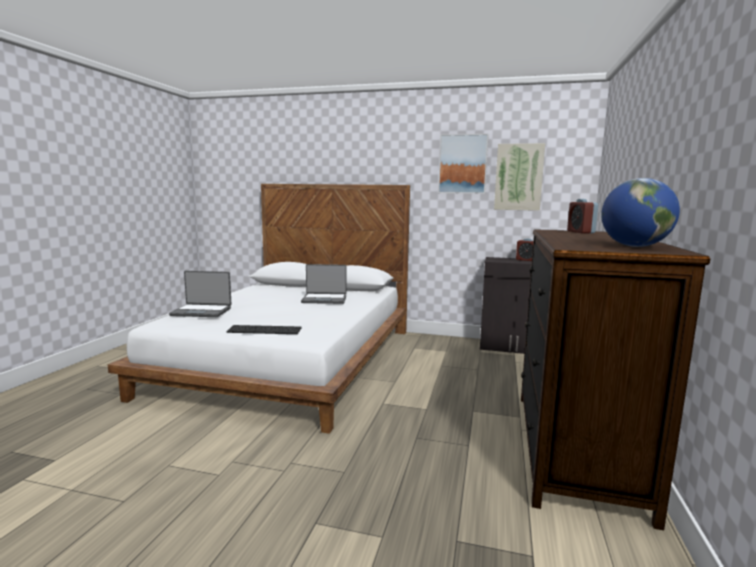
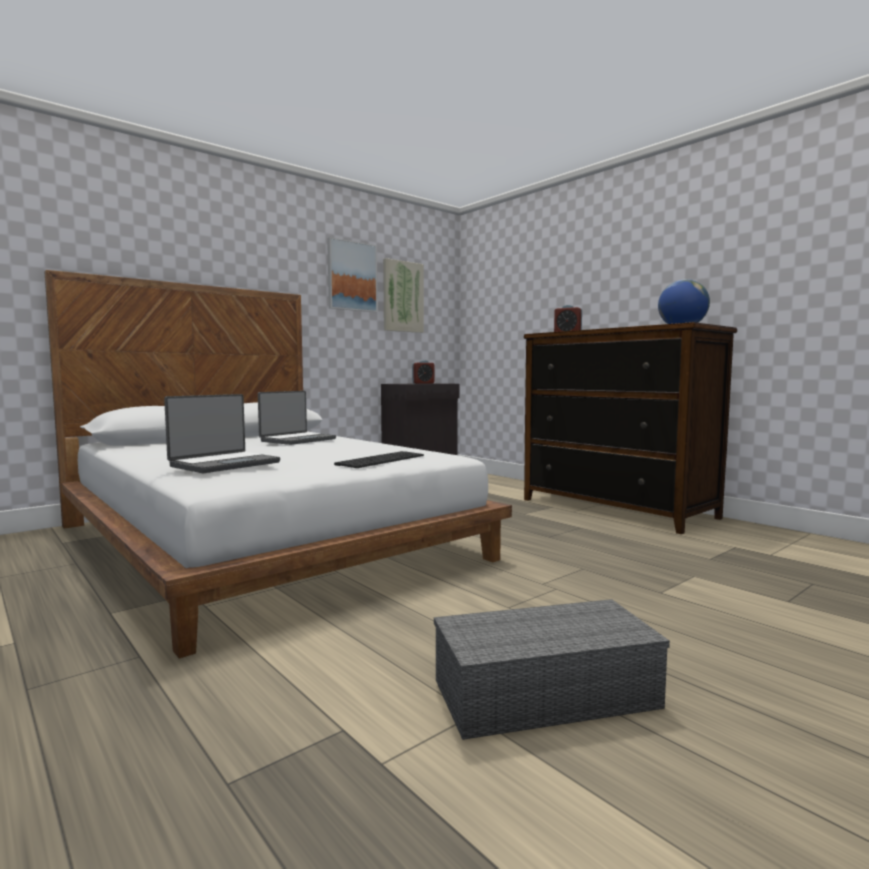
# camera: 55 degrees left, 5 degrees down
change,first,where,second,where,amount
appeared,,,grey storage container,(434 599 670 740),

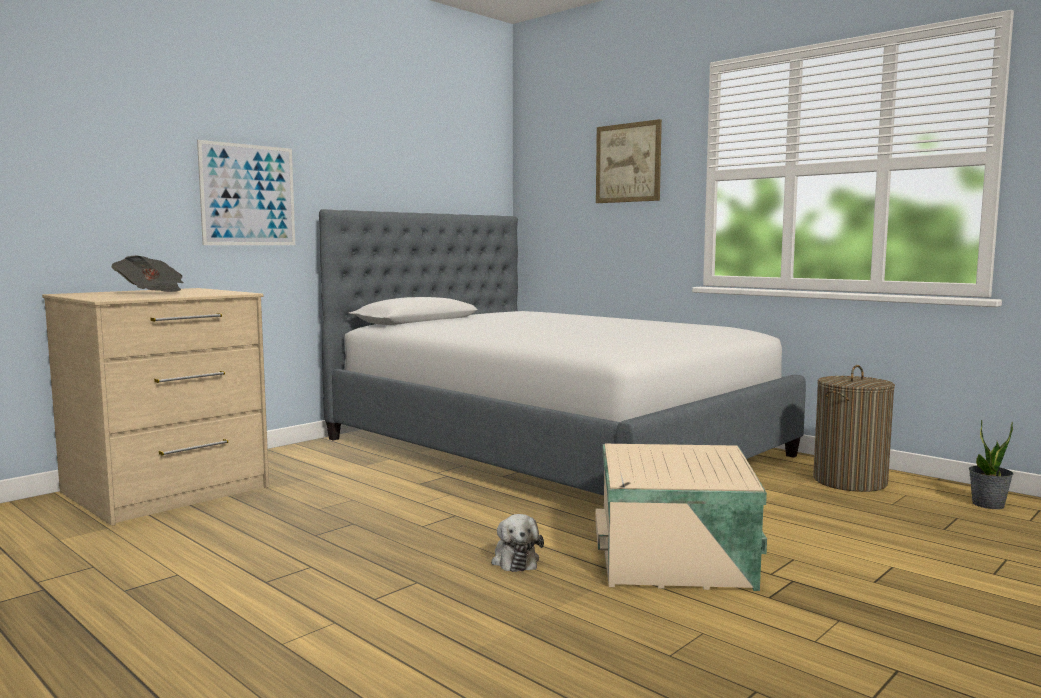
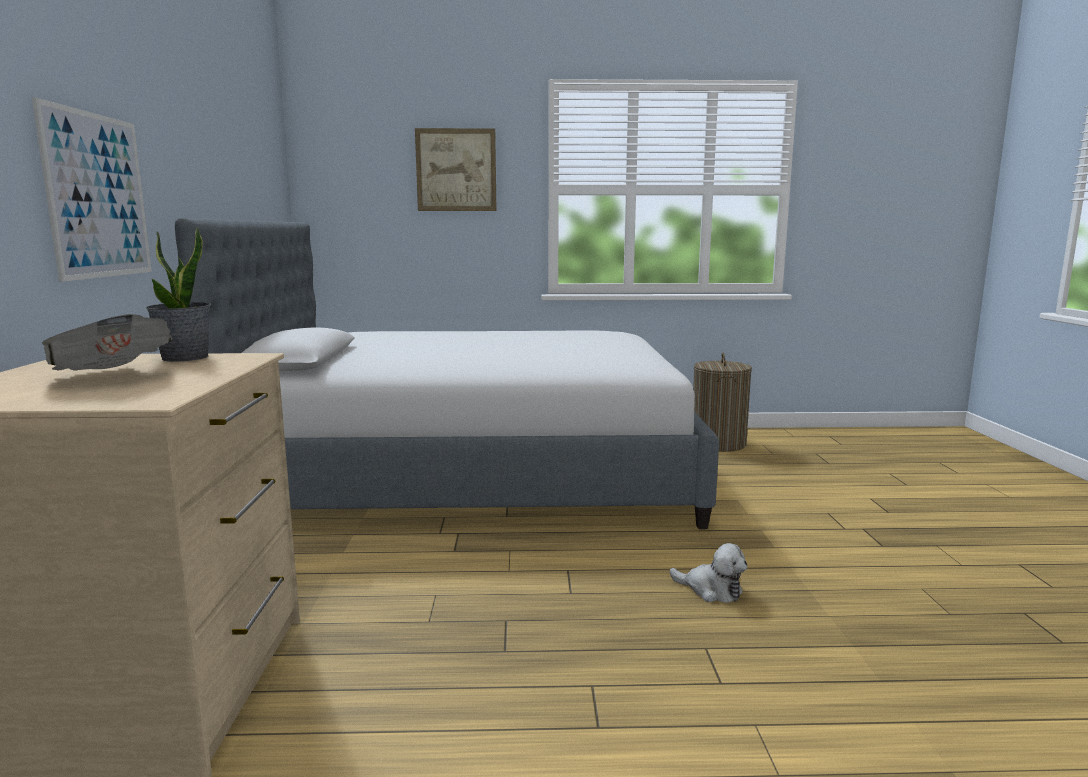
# camera: 45 degrees left, 5 degrees up
change,first,where,second,where,amount
missing,beige storage container,(595 444 767 591),,,
relocated,potted plant,(969 420 1014 509),,(146 227 211 362),

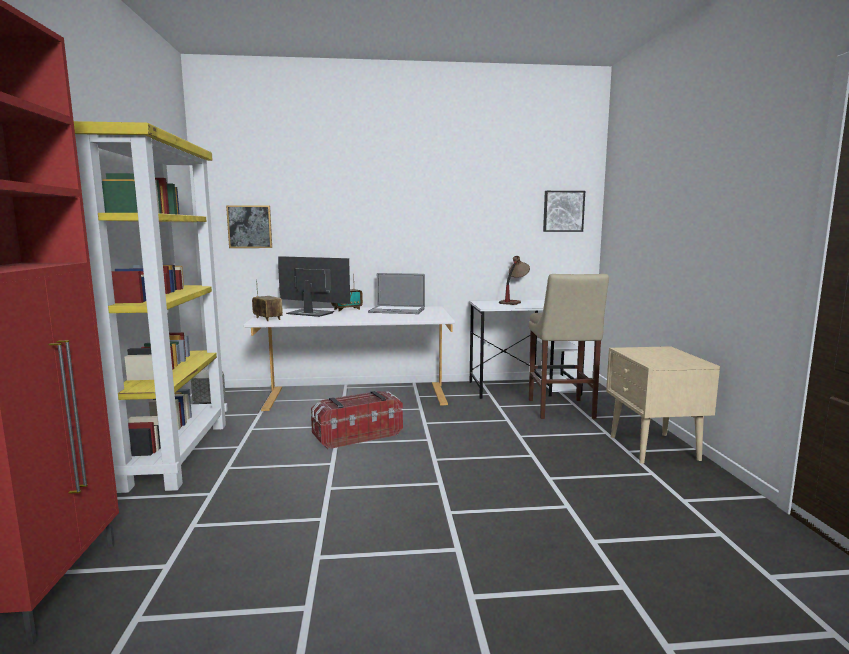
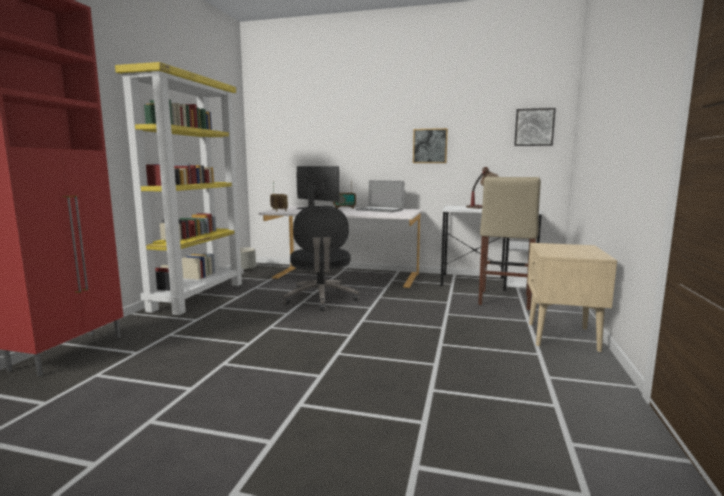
# camera: 20 degrees right, 0 degrees up
change,first,where,second,where,amount
relocated,picture,(226 205 272 248),,(413 128 448 163),
exchanged,storage container,(311 391 403 449),black desk chair,(283 206 359 311),

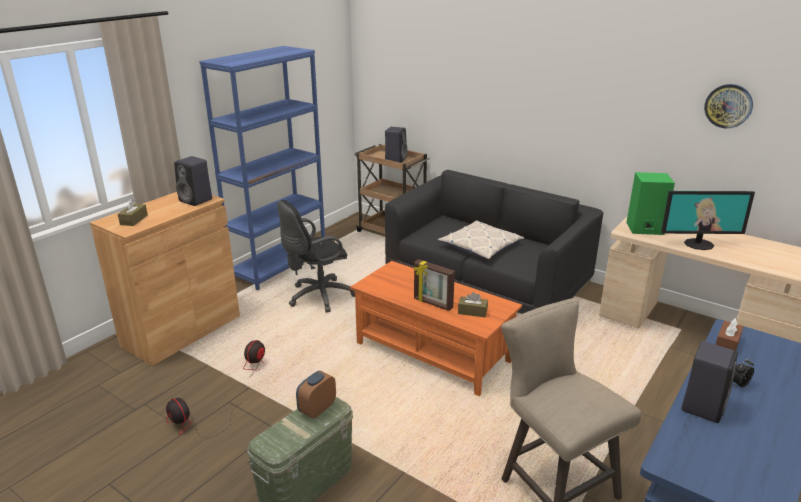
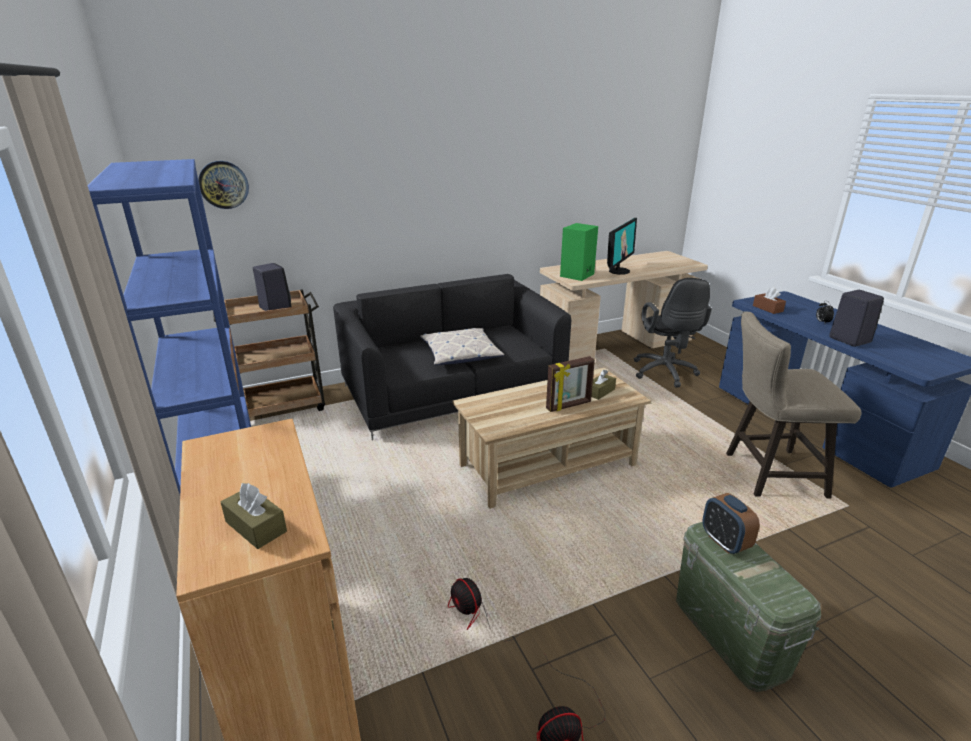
# camera: 60 degrees left, 0 degrees up
change,first,where,second,where,amount
missing,black audio speaker,(174 156 212 206),,,
relocated,black desk chair,(277 200 355 313),,(634 278 712 387),
colour,orange low table,(350 261 522 396),beige low table,(453 368 651 509),
relocated,hanging clock,(704 84 753 128),,(198 161 249 209),

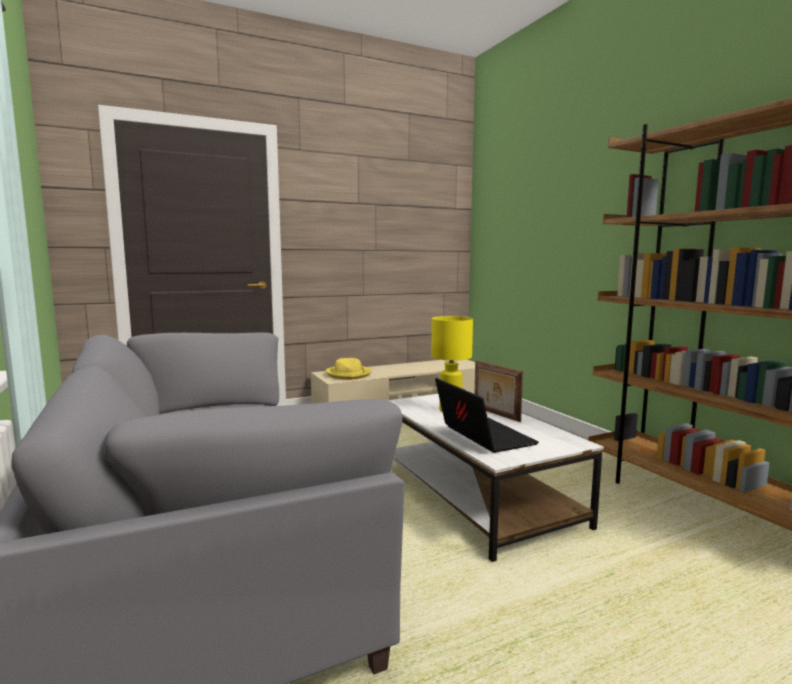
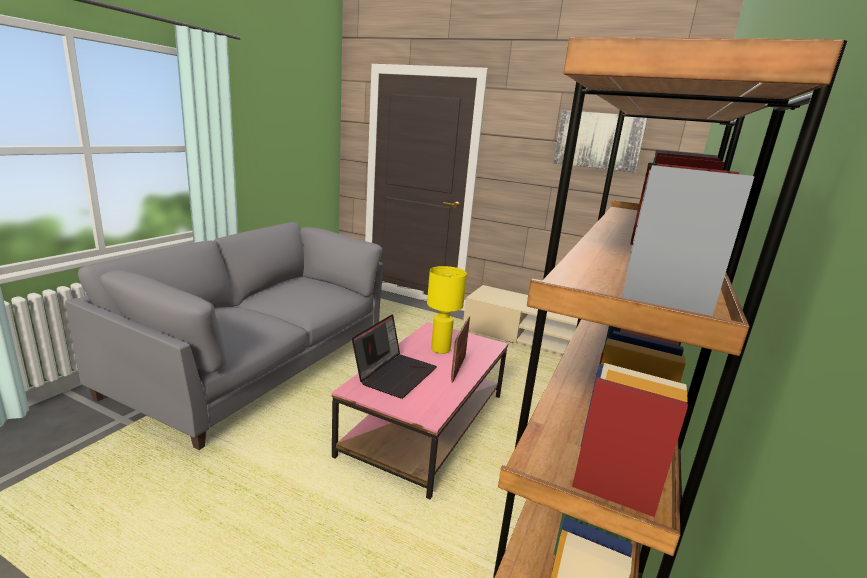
# camera: 50 degrees right, 10 degrees up
change,first,where,second,where,amount
missing,yellow-coloured hat,(325 358 371 380),,,
colour,whitish low table,(387 391 604 562),pink low table,(331 322 508 499),
appeared,,,picture,(554 110 648 172),

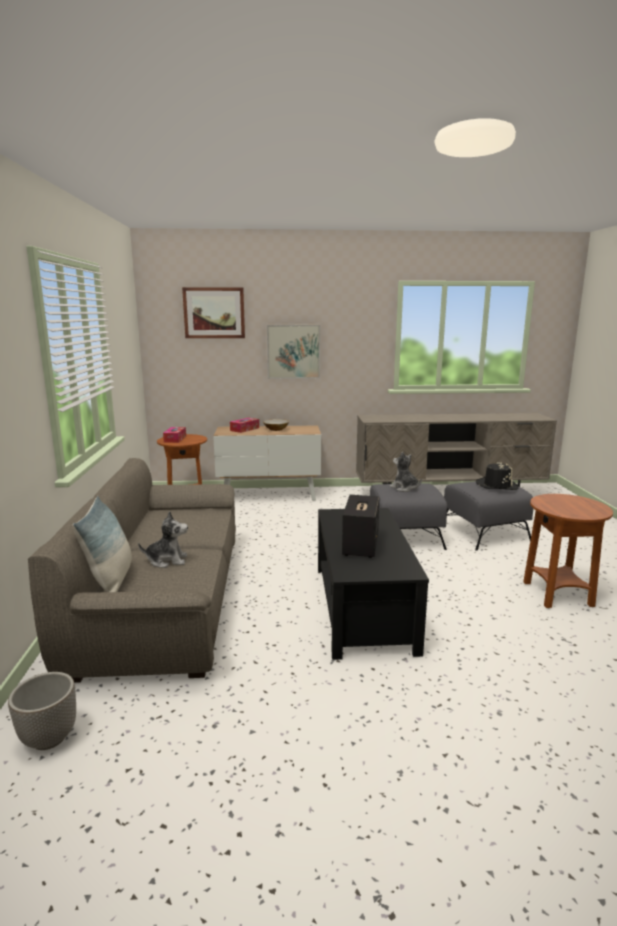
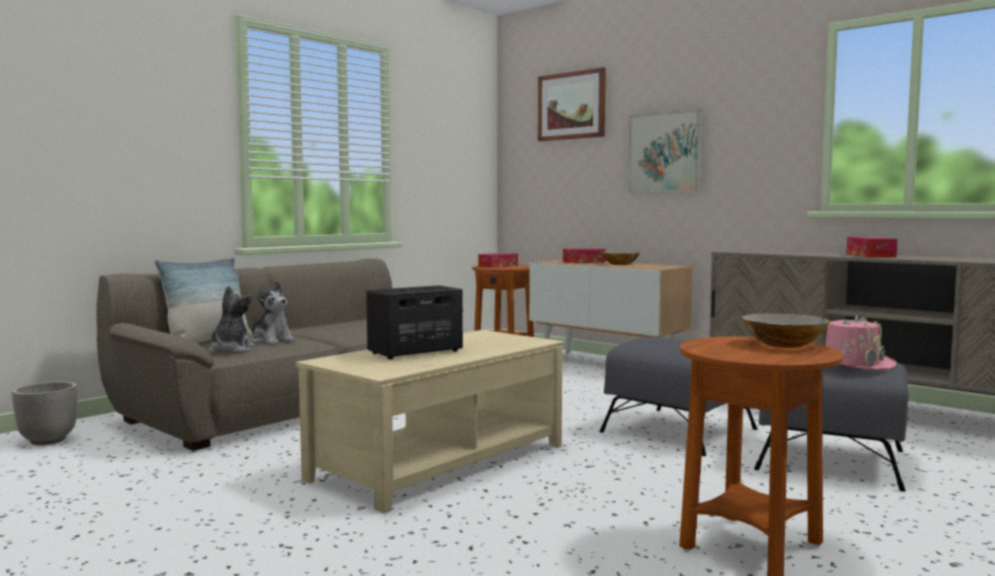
# camera: 45 degrees right, 10 degrees down
change,first,where,second,where,amount
colour,black low table,(318 508 429 660),beige low table,(296 330 564 513),
relocated,plush toy,(390 451 422 492),,(209 286 254 353),
colour,black hat,(476 462 519 490),pink hat,(825 314 897 370),
appeared,,,bowl,(741 313 830 348),
appeared,,,box of tissues,(846 237 897 258),

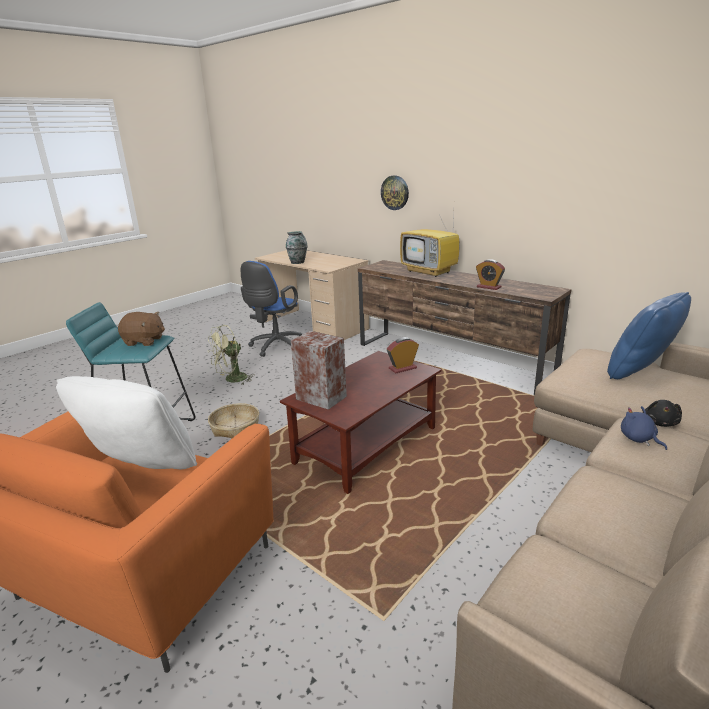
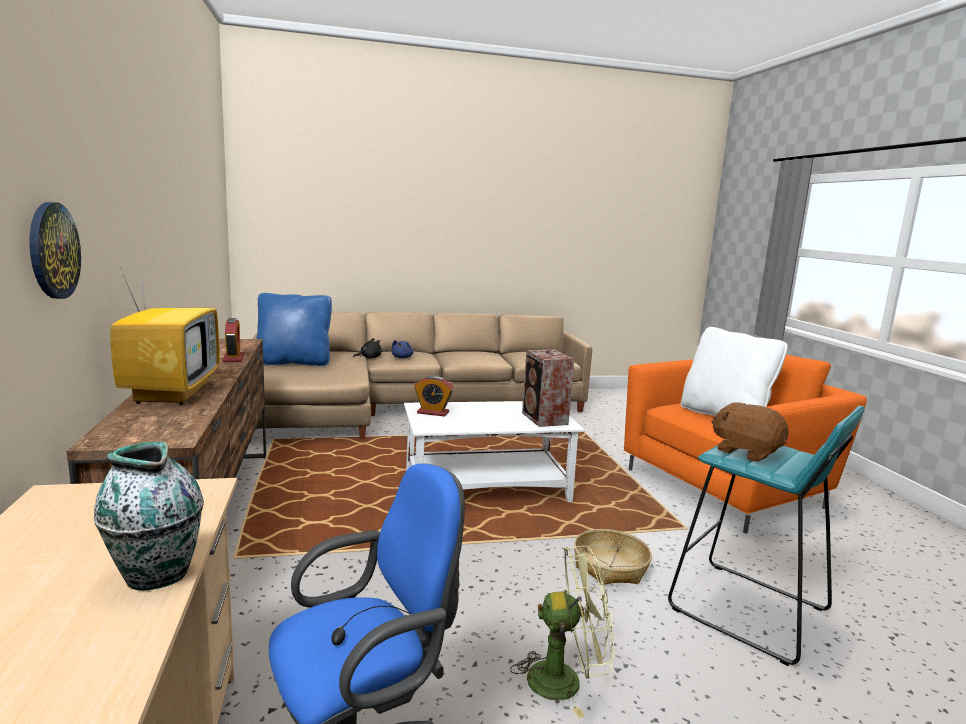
# camera: 145 degrees left, 10 degrees down
change,first,where,second,where,amount
colour,brown low table,(280 351 442 494),whitish low table,(404 401 584 502),

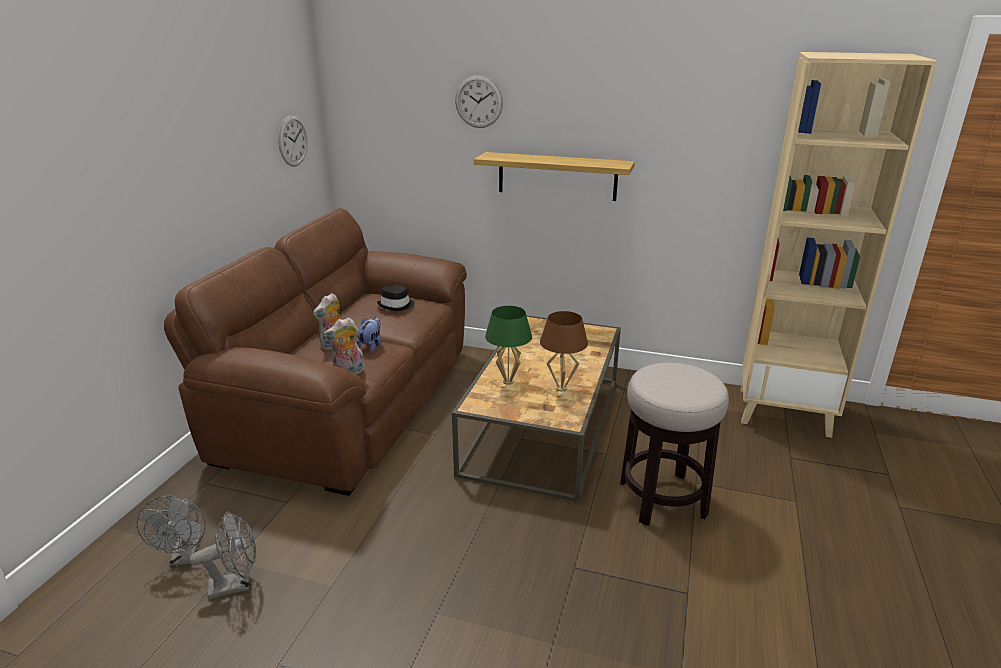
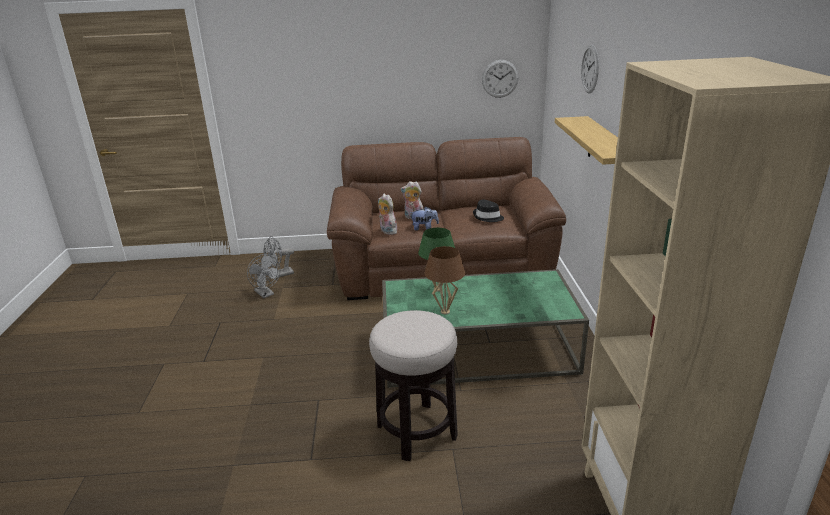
# camera: 70 degrees right, 0 degrees up
change,first,where,second,where,amount
colour,brown low table,(452 316 621 502),green low table,(382 269 589 388),

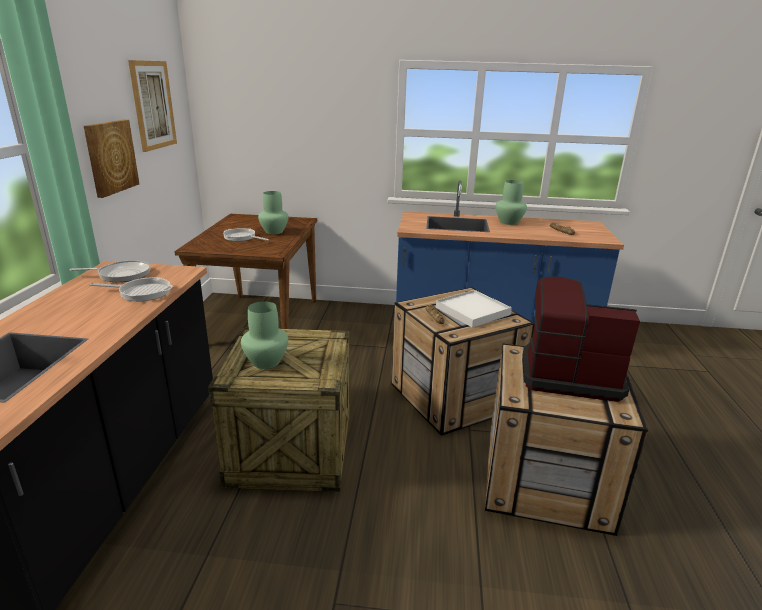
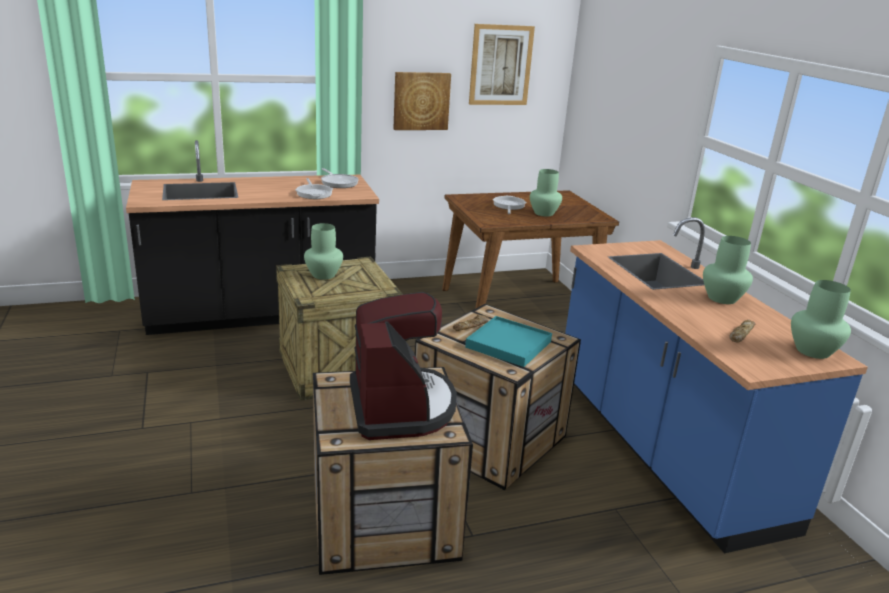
# camera: 65 degrees right, 0 degrees up
change,first,where,second,where,amount
colour,whitish serving tray,(436 290 512 327),turquoise serving tray,(465 316 552 367),
appeared,,,green decorative vase,(791 280 851 359),

